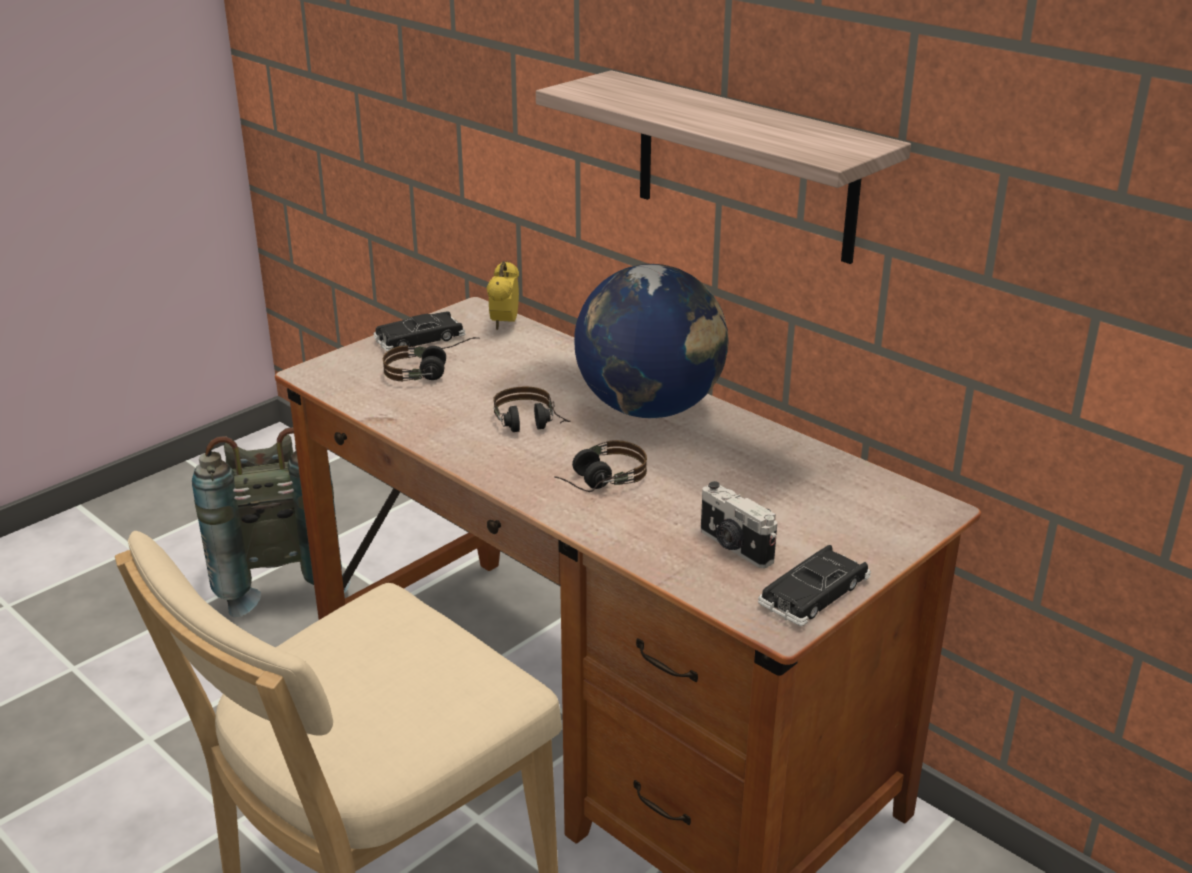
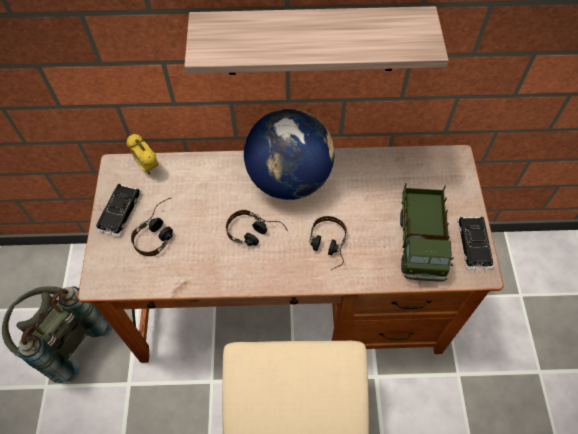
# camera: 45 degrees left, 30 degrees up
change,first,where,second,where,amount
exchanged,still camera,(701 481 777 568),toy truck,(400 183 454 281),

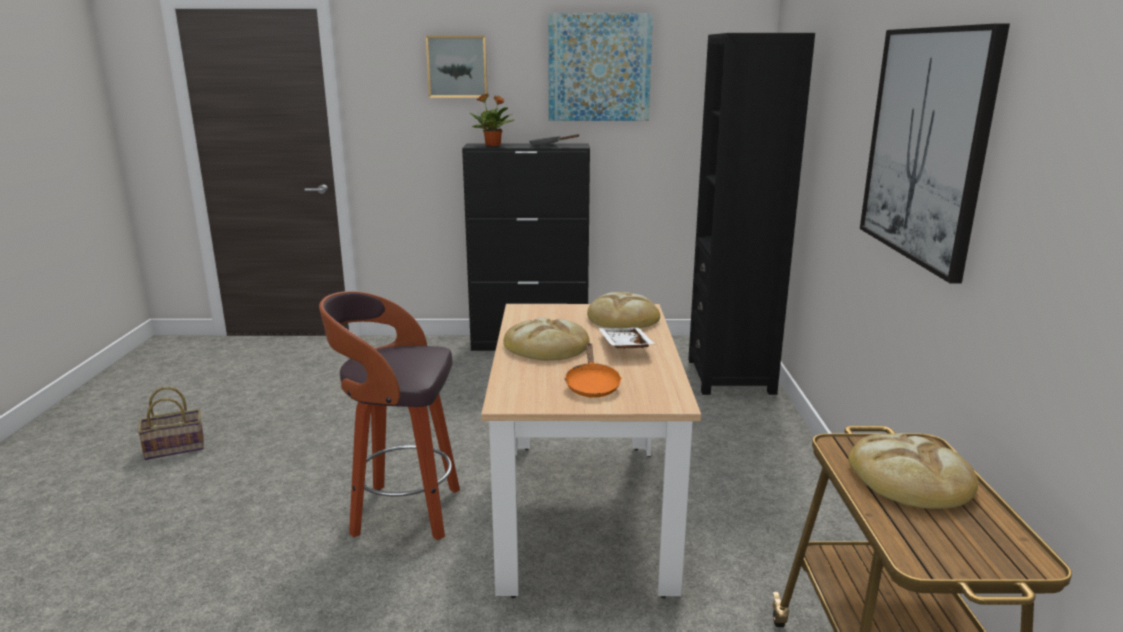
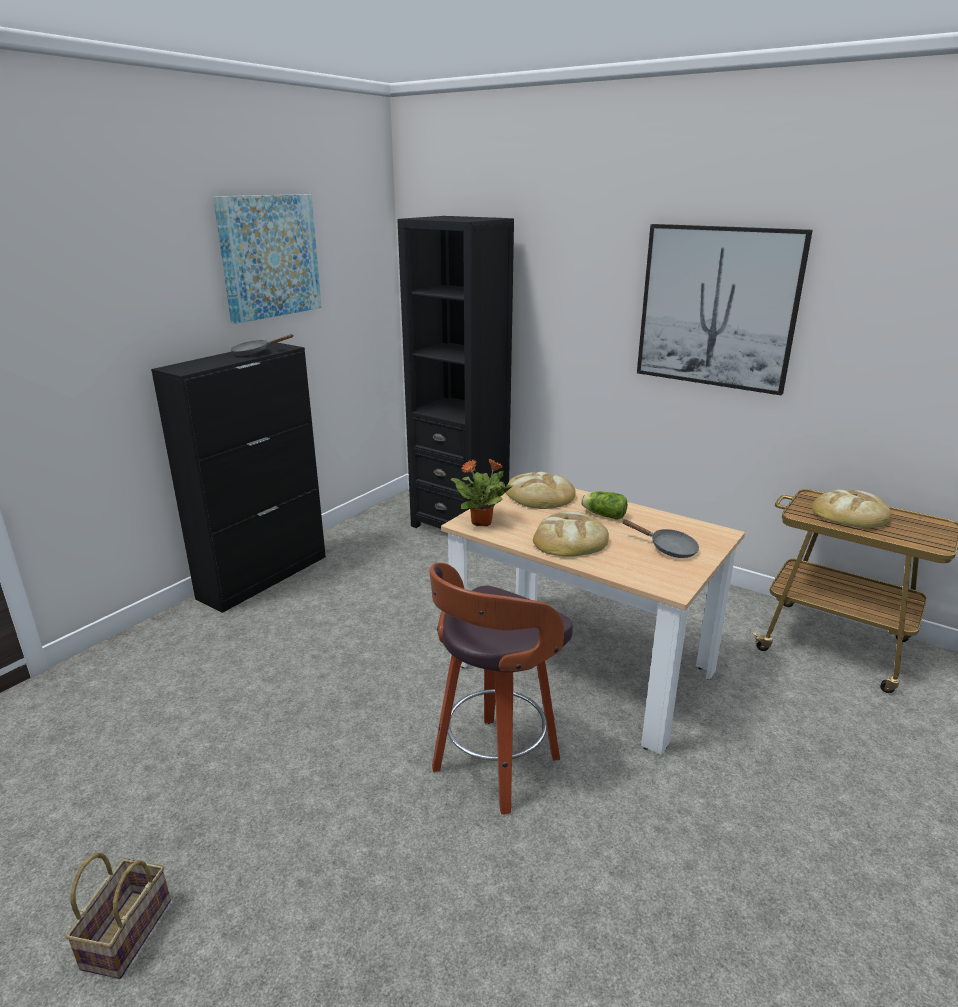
# camera: 55 degrees left, 5 degrees up
change,first,where,second,where,amount
missing,picture,(426 36 488 98),,,
relocated,potted plant,(470 93 514 146),,(450 458 513 526),
colour,orange pan,(564 343 622 398),grey pan,(622 519 699 558),
exchanged,whitish serving tray,(599 328 655 349),head of lettuce,(581 491 627 520),

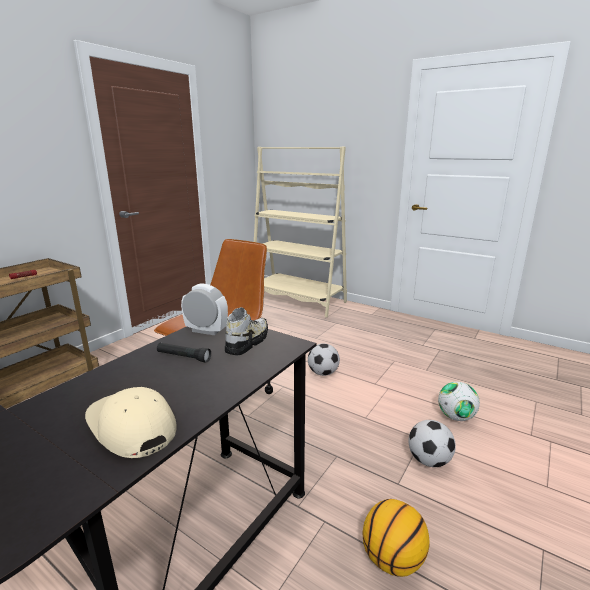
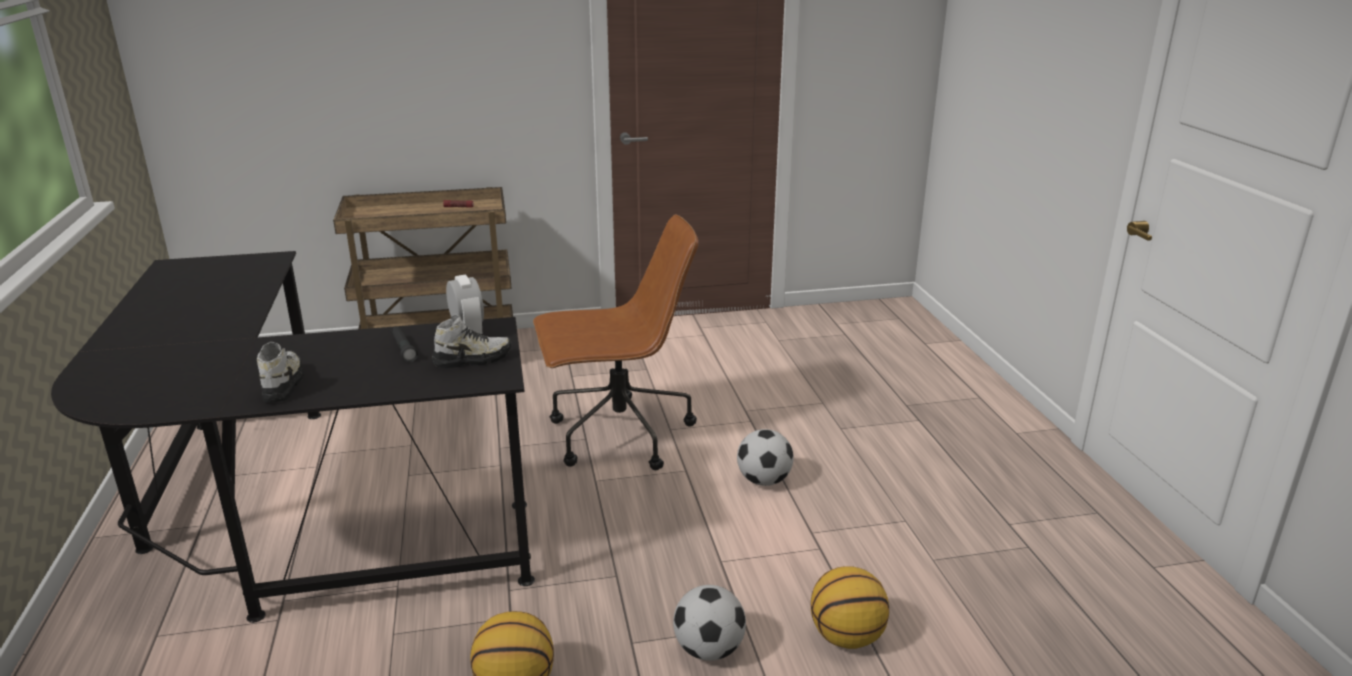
# camera: 45 degrees right, 5 degrees up
change,first,where,second,where,amount
exchanged,beige cap,(85 387 176 458),low shoe,(257 342 304 402),
missing,beige bookshelf,(254 147 347 318),,,
exchanged,football,(438 382 480 421),basketball,(811 566 889 649),

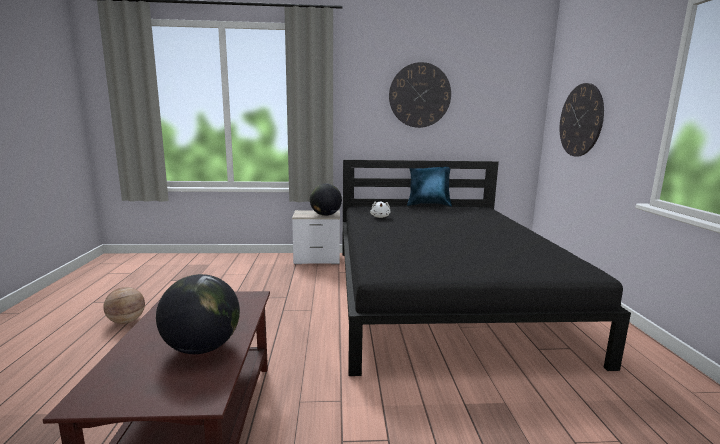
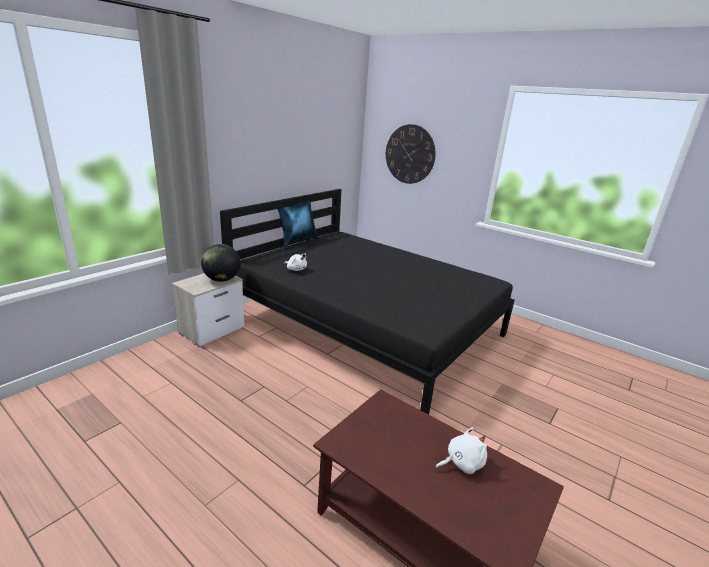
# camera: 50 degrees left, 10 degrees up
change,first,where,second,where,amount
missing,basketball,(103 287 145 324),,,
exchanged,desk globe,(156 274 240 354),whitish plush toy,(435 427 487 474),
missing,hanging clock,(389 62 451 128),,,

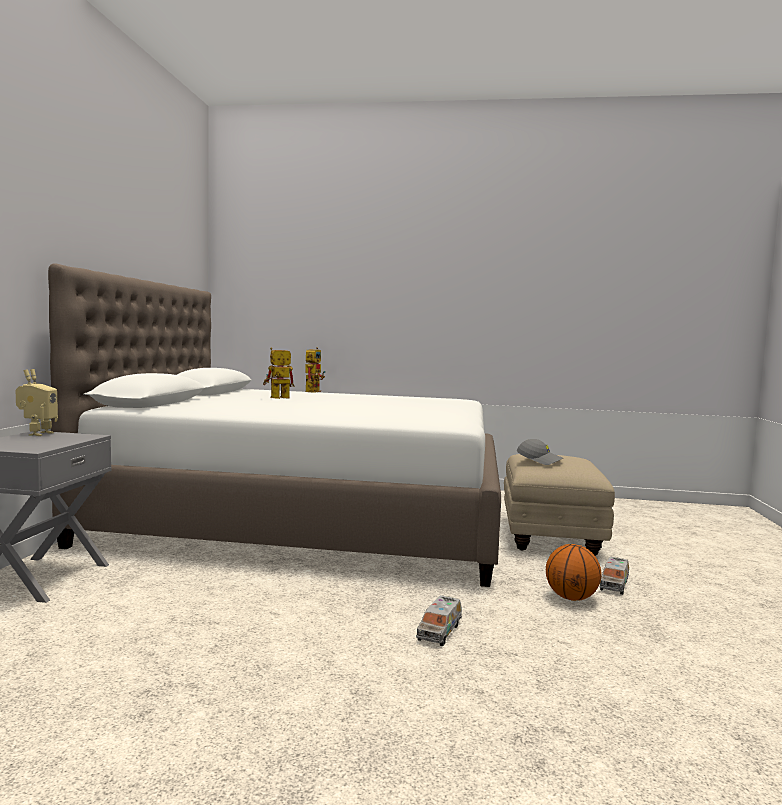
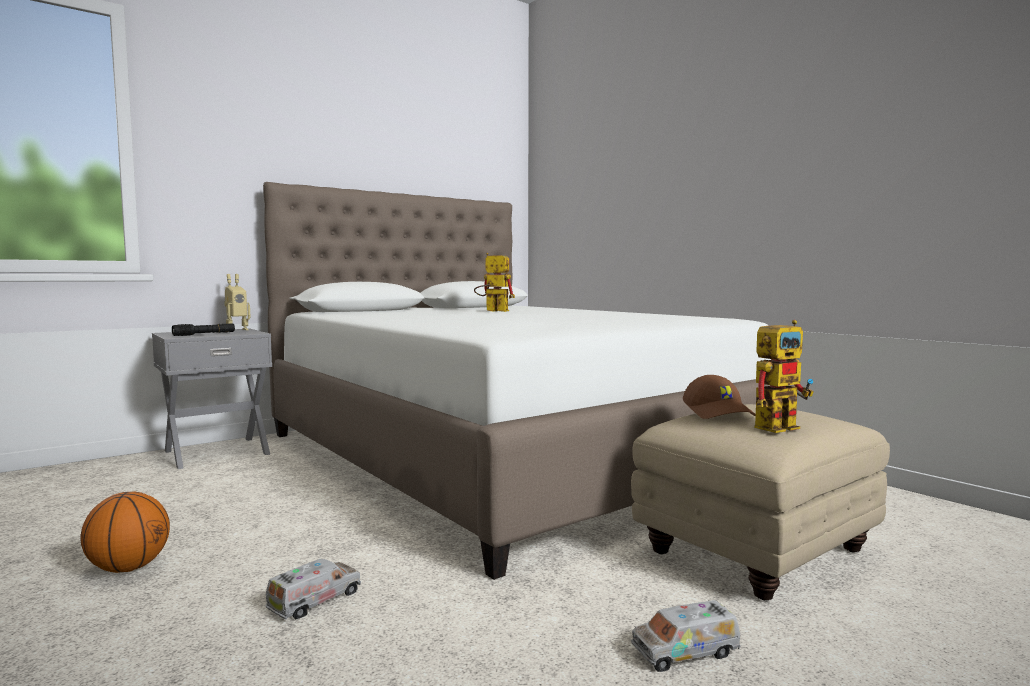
# camera: 45 degrees right, 0 degrees up
change,first,where,second,where,amount
relocated,toy robot,(305 347 325 393),,(754 320 814 433),
spun,toy truck,(416 595 462 646),,(265 559 361 619),150 degrees clockwise
colour,grey cap,(517 439 563 465),brown cap,(683 375 756 419),
relocated,basketball,(546 544 602 601),,(80 491 170 573),
appeared,,,black torch,(172 323 235 336),

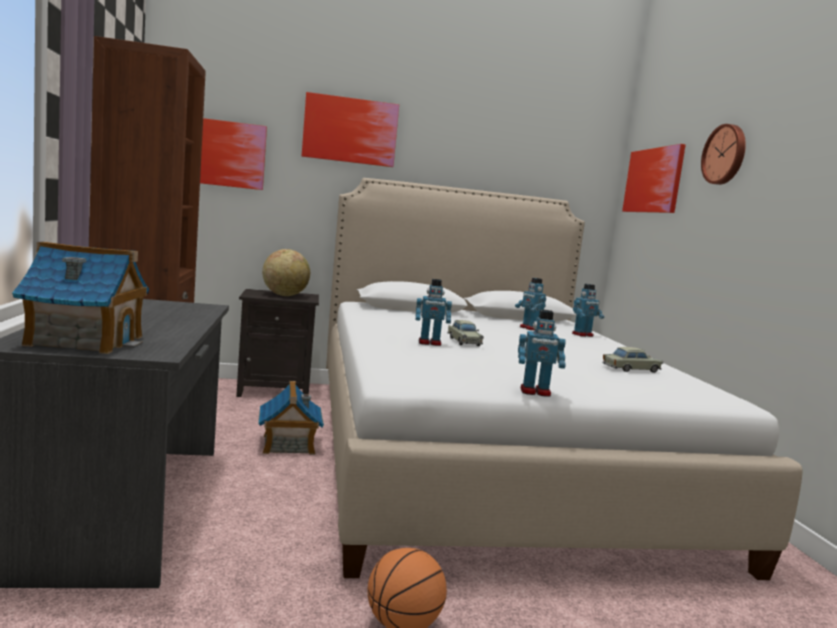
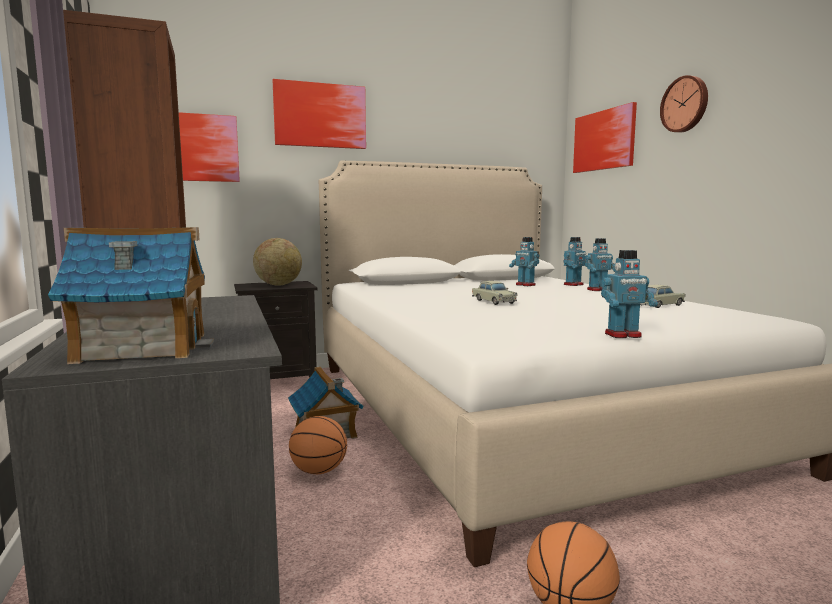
# camera: 10 degrees left, 0 degrees up
change,first,where,second,where,amount
relocated,toy robot,(416 279 452 346),,(585 238 615 291),
appeared,,,basketball,(289 416 347 474),

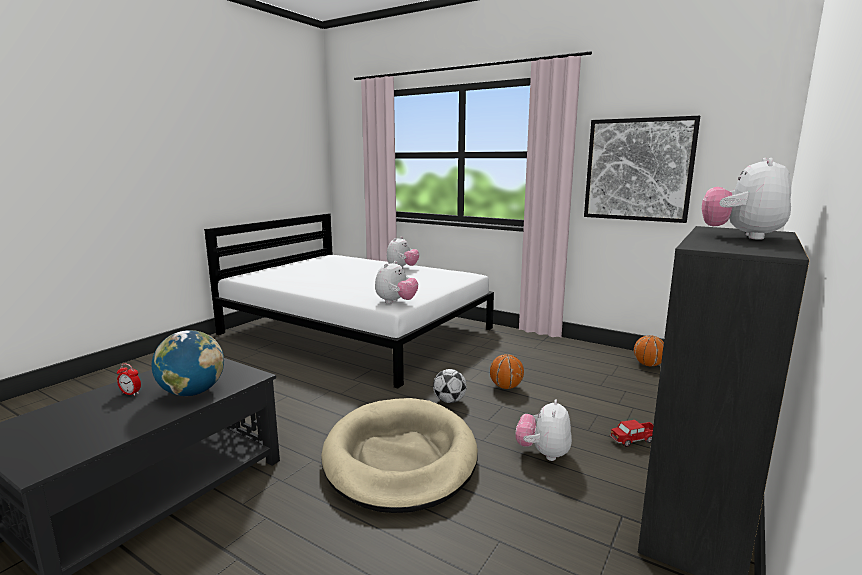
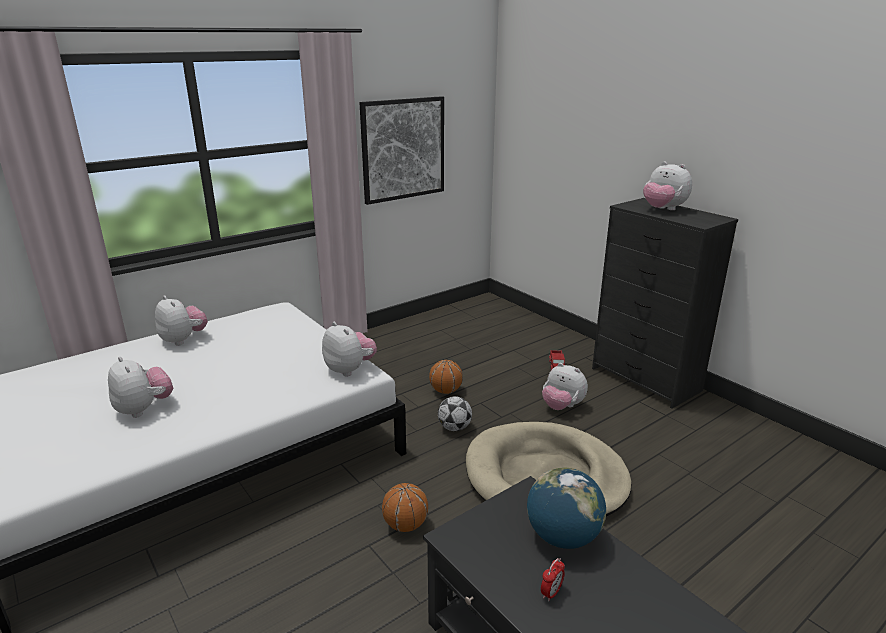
# camera: 70 degrees left, 10 degrees up
change,first,where,second,where,amount
relocated,basketball,(634 335 664 366),,(382 483 428 532),
appeared,,,plush toy,(108 356 173 418),

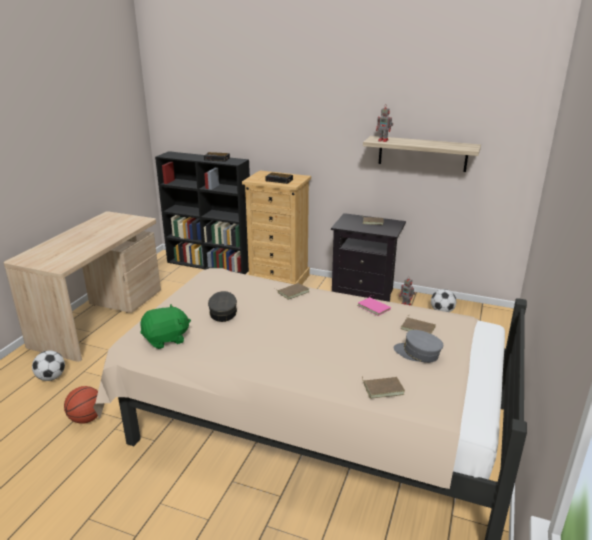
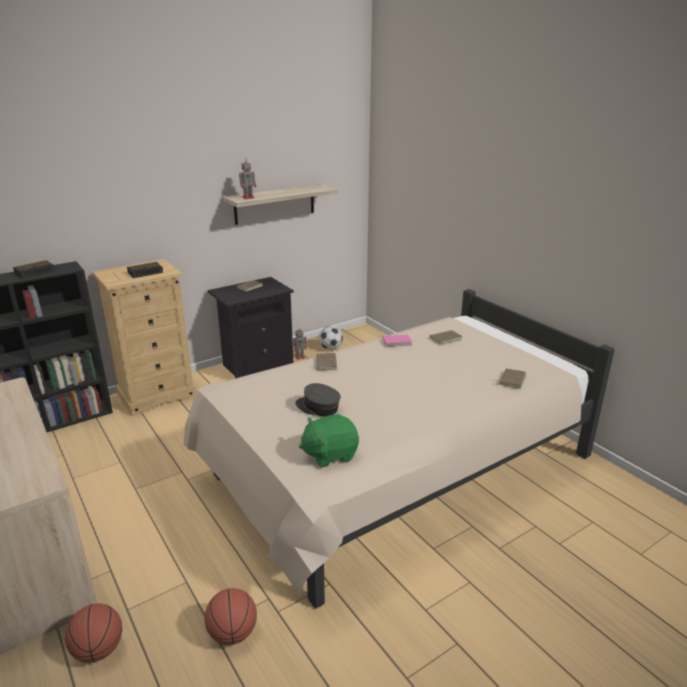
# camera: 55 degrees left, 0 degrees up
change,first,where,second,where,amount
exchanged,football,(32 350 65 381),basketball,(65 604 122 663),
spun,green plush toy,(140 304 191 349),,(299 414 359 468),120 degrees counterclockwise
missing,grey cap,(394 330 443 363),,,

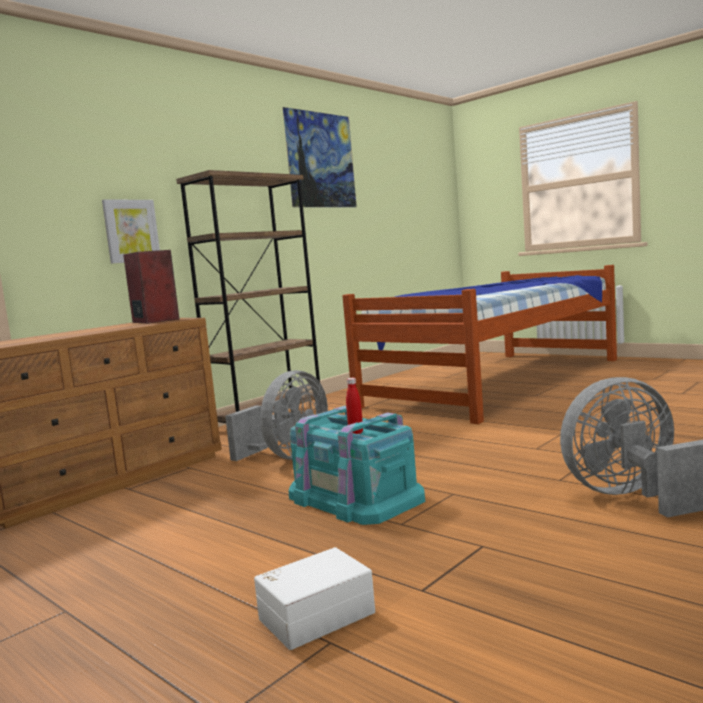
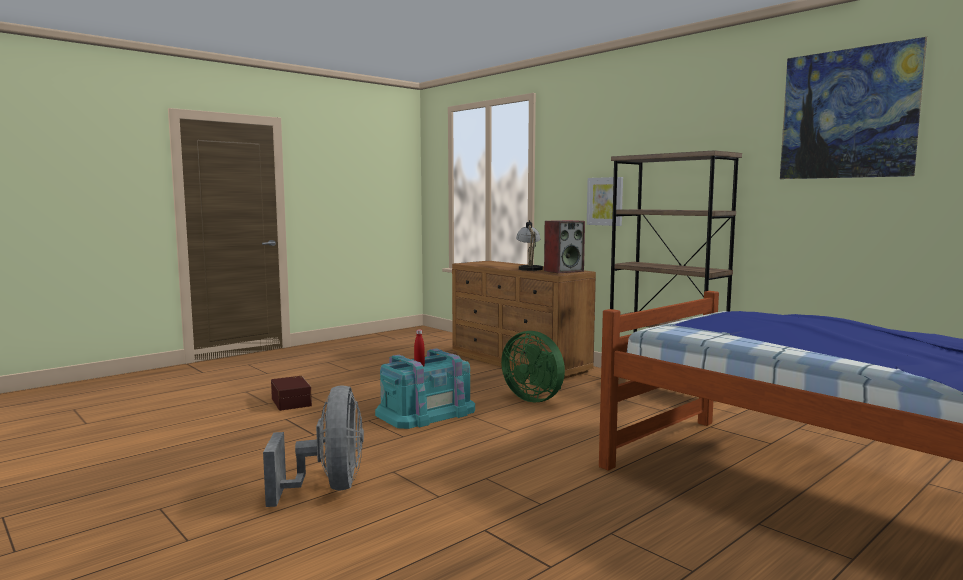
# camera: 95 degrees right, 0 degrees up
change,first,where,second,where,amount
colour,grey electric fan,(225 370 328 461),green electric fan,(501 331 565 402),
colour,whitish storage container,(254 547 375 650),brown storage container,(271 376 312 411),
appeared,,,table lamp,(516 220 543 271),

